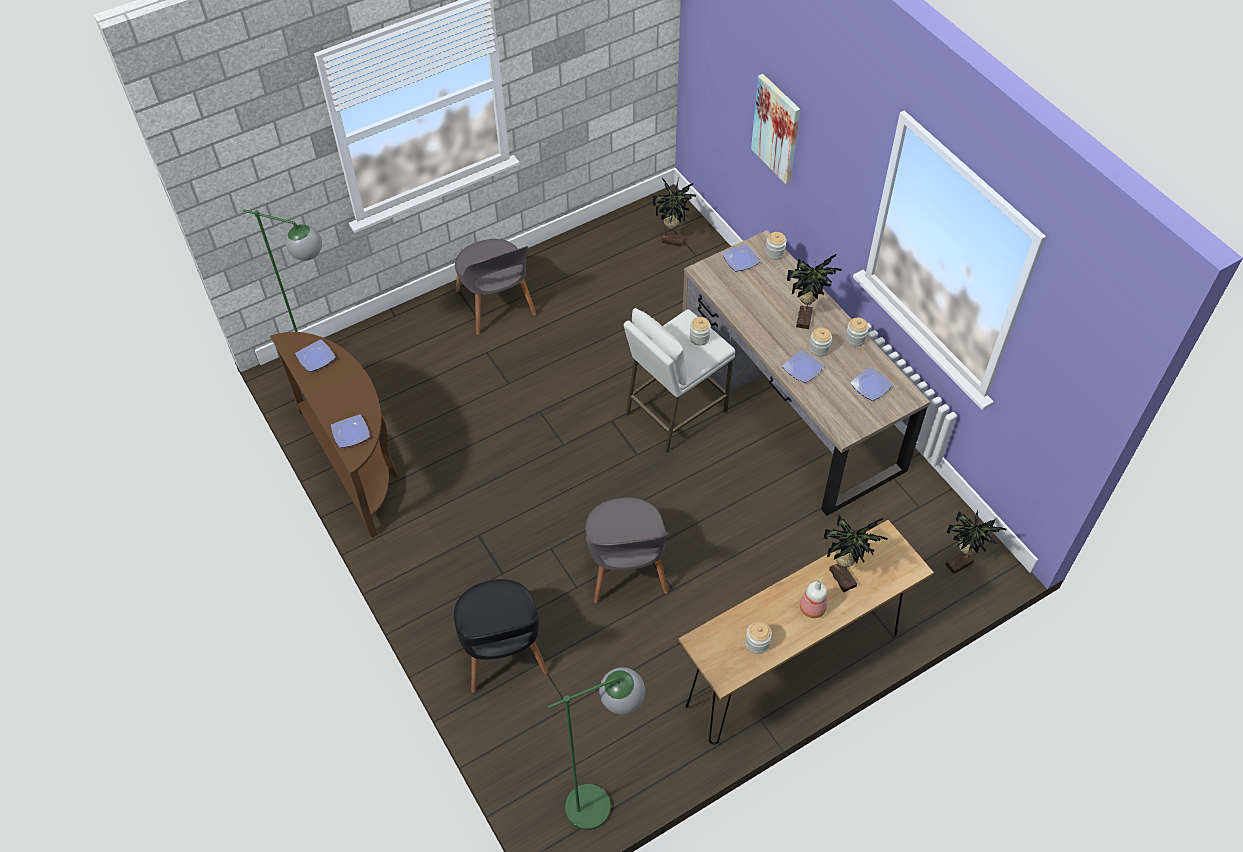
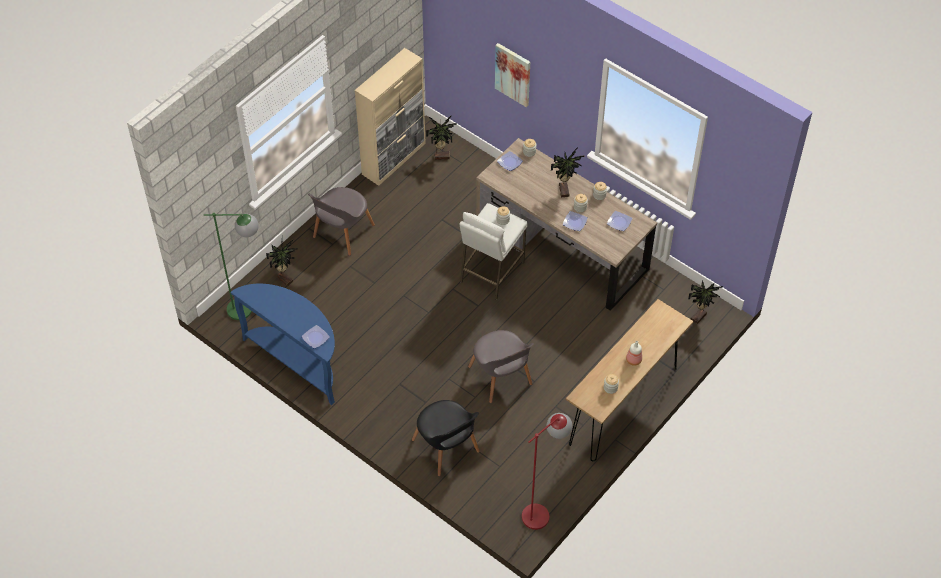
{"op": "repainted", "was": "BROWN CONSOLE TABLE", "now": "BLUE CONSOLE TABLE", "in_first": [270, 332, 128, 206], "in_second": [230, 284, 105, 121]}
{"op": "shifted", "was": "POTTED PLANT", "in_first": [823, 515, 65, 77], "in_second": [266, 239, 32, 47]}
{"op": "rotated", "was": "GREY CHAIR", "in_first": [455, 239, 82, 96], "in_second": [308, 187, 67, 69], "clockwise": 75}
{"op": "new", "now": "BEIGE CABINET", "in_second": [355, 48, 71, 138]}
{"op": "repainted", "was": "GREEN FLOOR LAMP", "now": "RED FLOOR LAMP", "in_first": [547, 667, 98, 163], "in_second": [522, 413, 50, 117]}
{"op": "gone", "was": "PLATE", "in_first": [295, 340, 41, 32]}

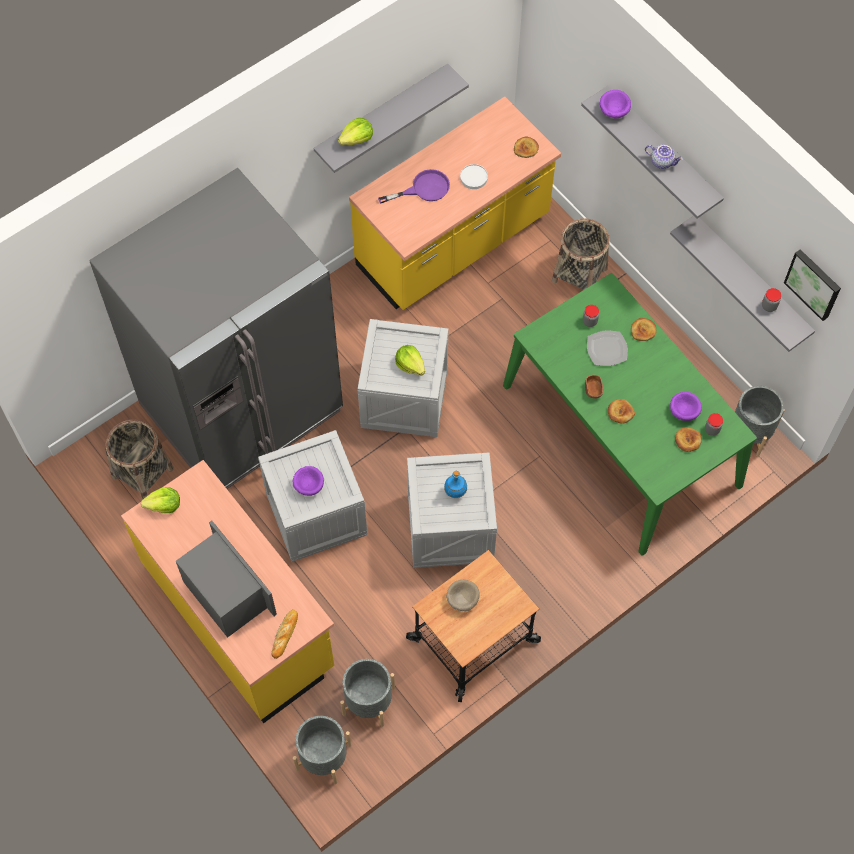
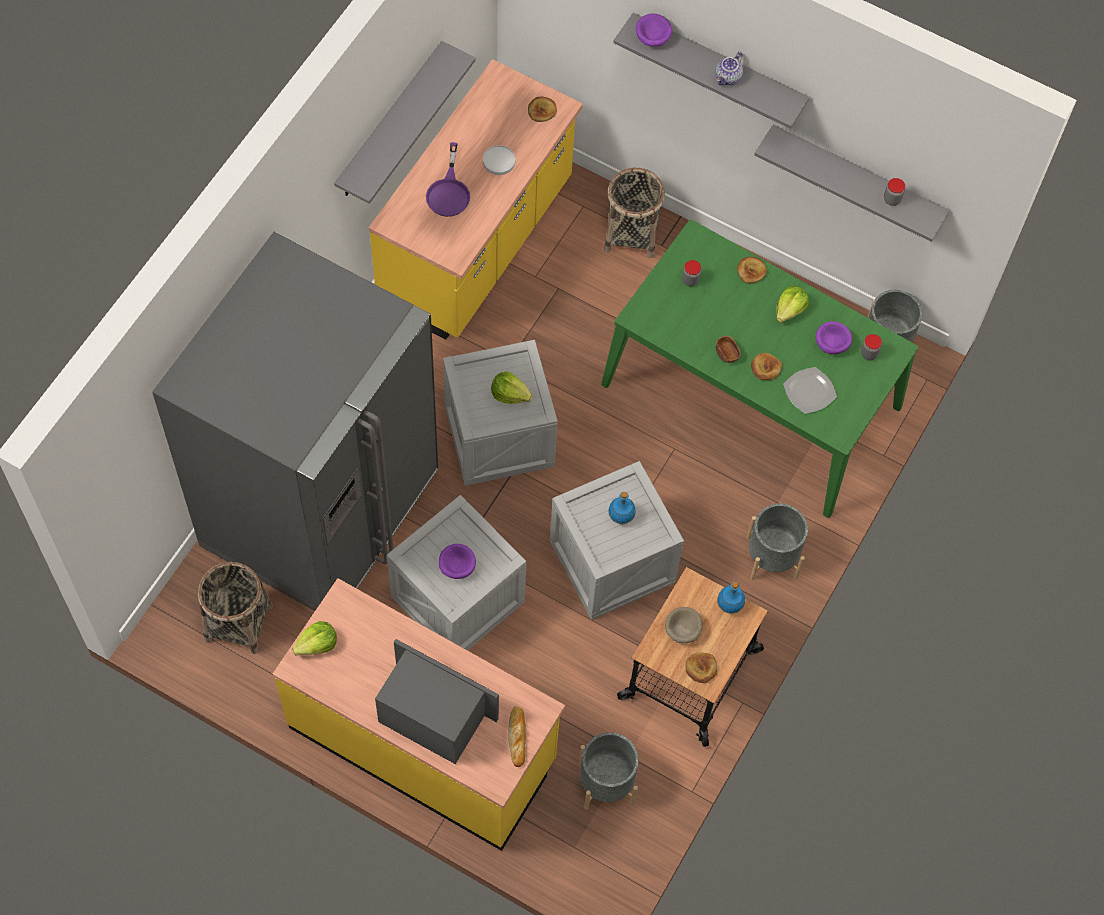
{"op": "rotated", "was": "PURPLE FRYING PAN", "in_first": [378, 169, 72, 34], "in_second": [426, 142, 44, 75], "clockwise": 135}
{"op": "shifted", "was": "BREAD", "in_first": [675, 427, 27, 25], "in_second": [685, 653, 32, 30]}
{"op": "rotated", "was": "TEAPOT", "in_first": [645, 145, 38, 24], "in_second": [715, 52, 28, 33], "clockwise": 120}
{"op": "new", "now": "BLUE BOTTLE", "in_second": [717, 582, 28, 32]}
{"op": "shifted", "was": "GREY PLANTER", "in_first": [293, 716, 59, 68], "in_second": [747, 504, 61, 76]}
{"op": "shifted", "was": "LETTUCE", "in_first": [338, 118, 35, 27], "in_second": [776, 286, 33, 37]}
{"op": "shifted", "was": "PLATE", "in_first": [587, 331, 41, 35], "in_second": [783, 367, 54, 47]}
{"op": "gone", "was": "PICTURE", "in_first": [784, 249, 57, 72]}

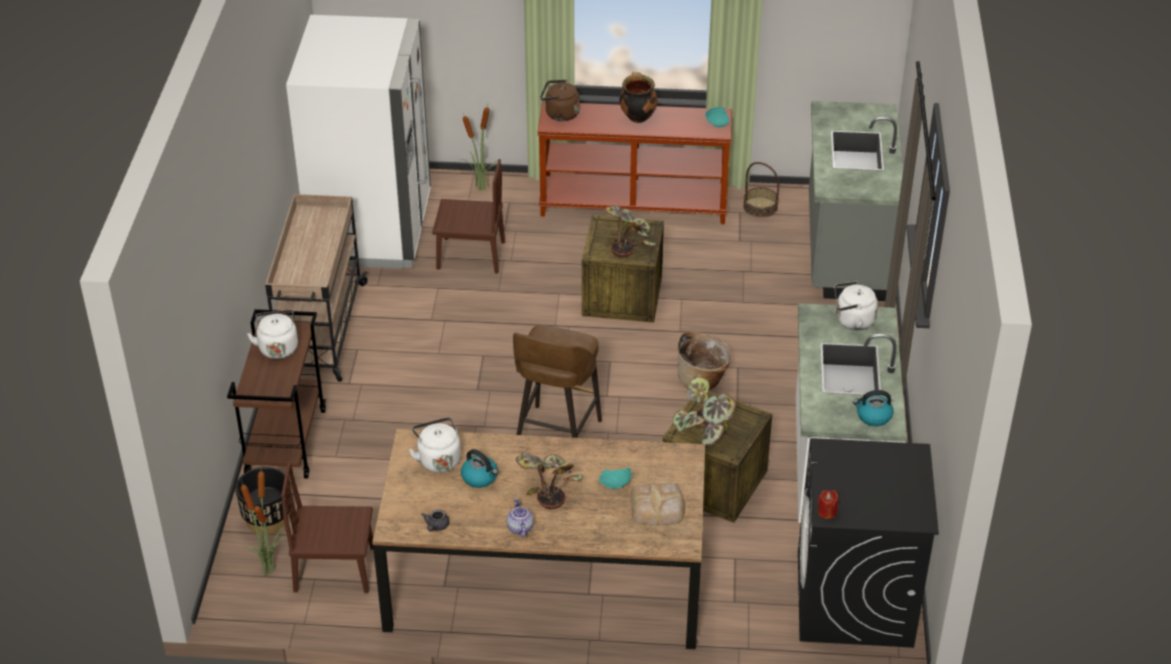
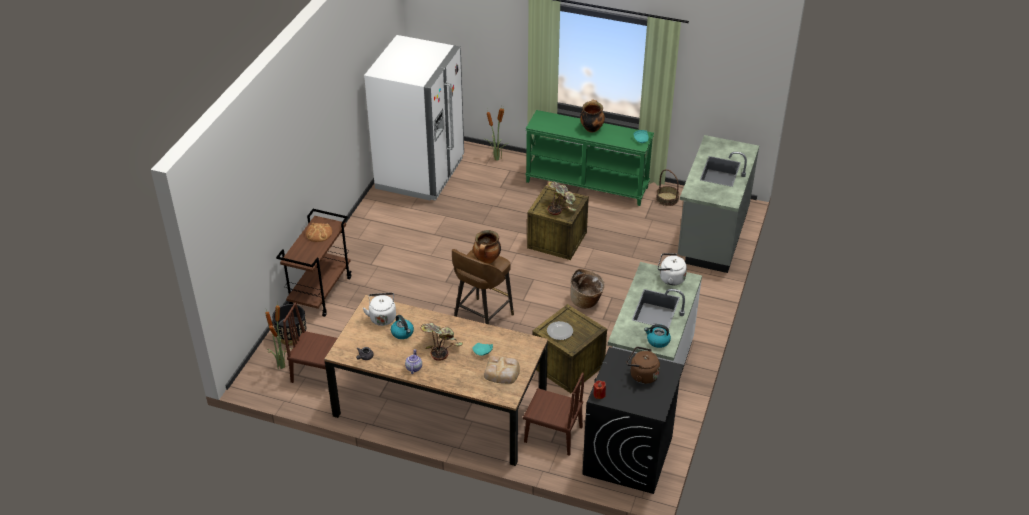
{"op": "swapped", "was": "WHITE KETTLE", "now": "BREAD", "in_first": [247, 310, 51, 49], "in_second": [306, 223, 26, 19]}
{"op": "new", "now": "COOKING POT", "in_second": [473, 230, 28, 34]}
{"op": "shifted", "was": "BROWN CHAIR", "in_first": [432, 159, 73, 115], "in_second": [523, 372, 61, 84]}
{"op": "repainted", "was": "BROWN CONSOLE TABLE", "now": "GREEN CONSOLE TABLE", "in_first": [538, 102, 194, 122], "in_second": [525, 110, 129, 96]}
{"op": "swapped", "was": "POTTED PLANT", "now": "PLATE", "in_first": [673, 377, 63, 69], "in_second": [547, 321, 26, 19]}
{"op": "shifted", "was": "BROWN KETTLE", "in_first": [541, 80, 39, 41], "in_second": [626, 347, 34, 37]}
{"op": "gone", "was": "BEIGE CART", "in_first": [265, 194, 103, 188]}

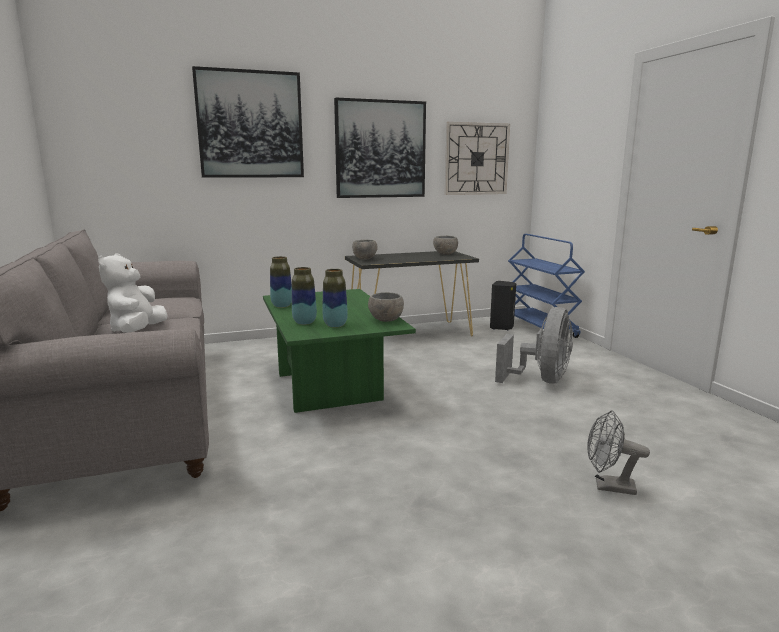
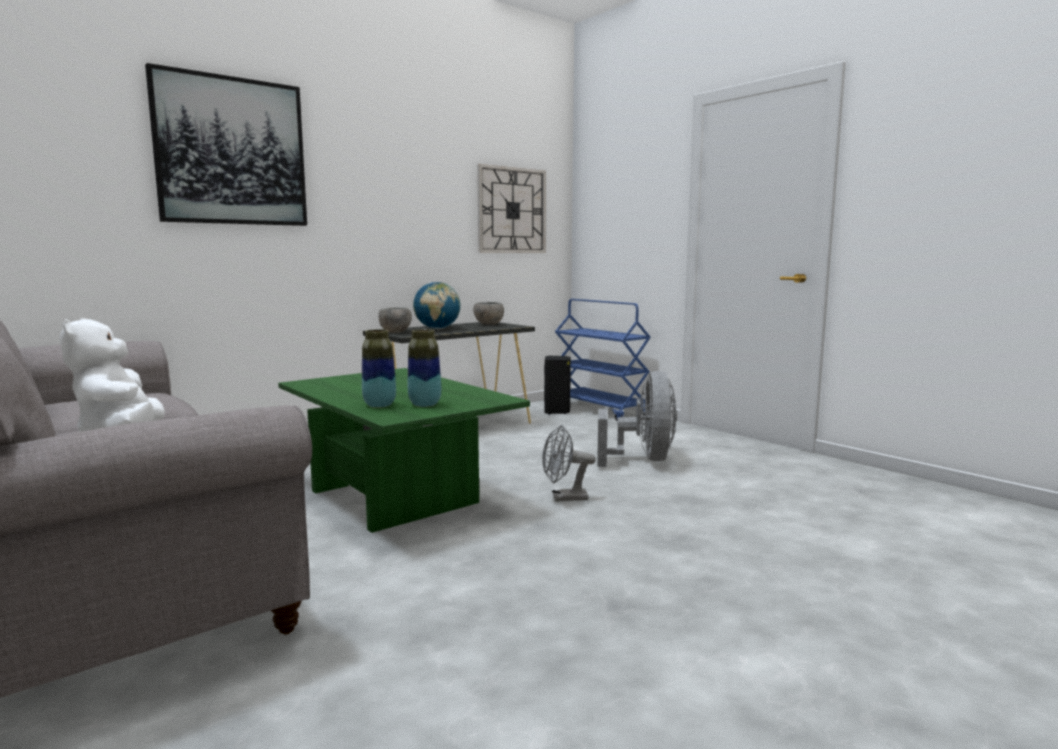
{"op": "new", "now": "GLOBE", "in_second": [413, 282, 47, 47]}
{"op": "shifted", "was": "GREY FAN", "in_first": [587, 410, 63, 85], "in_second": [542, 425, 54, 76]}
{"op": "gone", "was": "VASE", "in_first": [270, 256, 22, 52]}
{"op": "gone", "was": "PICTURE", "in_first": [334, 98, 92, 100]}
{"op": "gone", "was": "GREY BOWL", "in_first": [368, 292, 36, 30]}

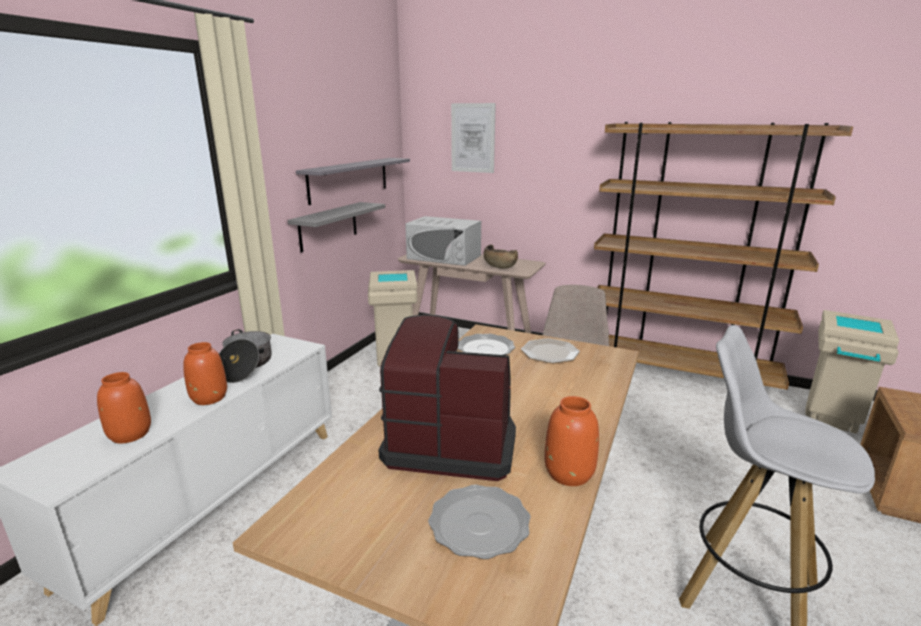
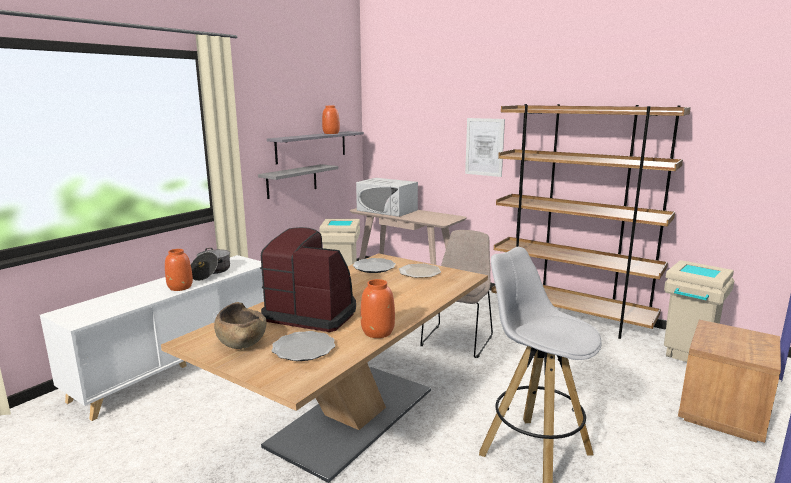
{"op": "shifted", "was": "BROWN BOWL", "in_first": [484, 245, 34, 24], "in_second": [214, 302, 52, 47]}
{"op": "shifted", "was": "ORANGE VASE", "in_first": [97, 372, 54, 72], "in_second": [322, 106, 18, 28]}
{"op": "shifted", "was": "PICTURE", "in_first": [451, 103, 45, 70], "in_second": [465, 118, 40, 59]}

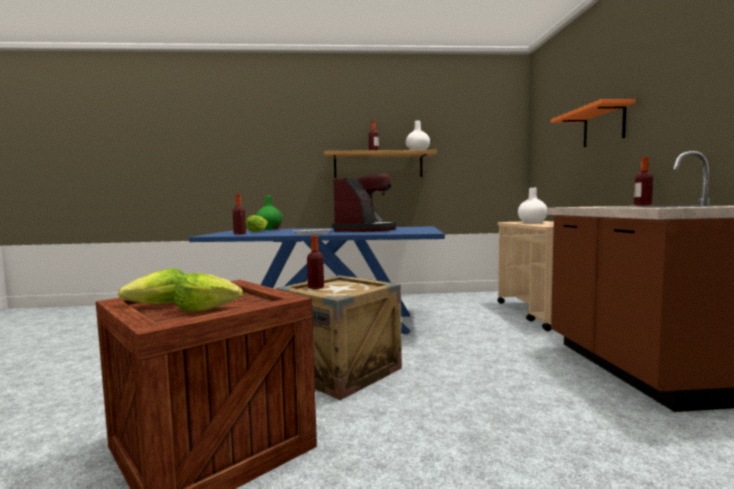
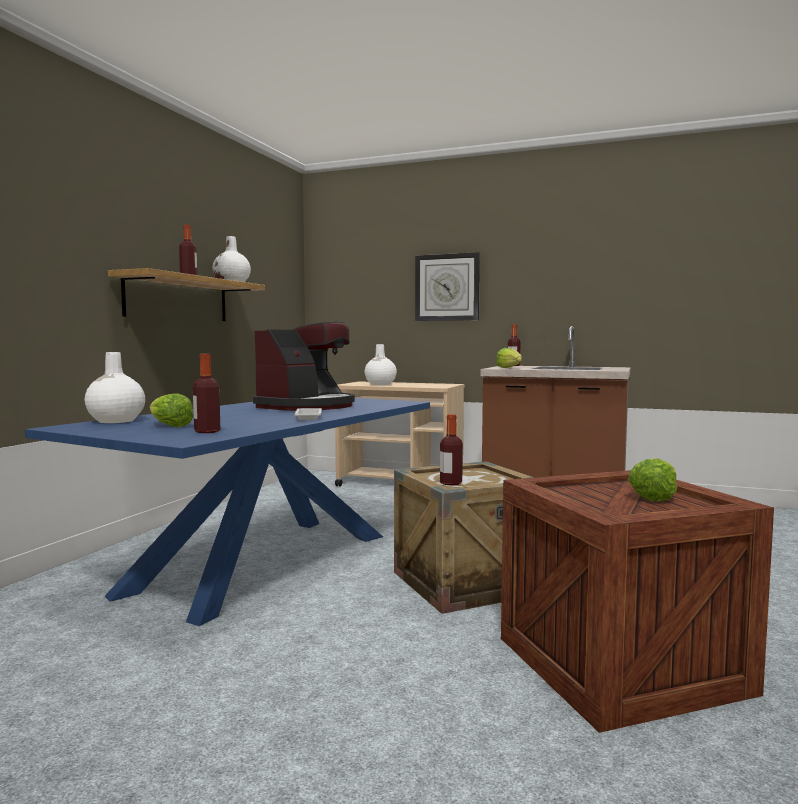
{"op": "repainted", "was": "GREEN VASE", "now": "WHITE VASE", "in_first": [256, 196, 27, 34], "in_second": [85, 352, 60, 71]}
{"op": "rotated", "was": "COFFEE MACHINE", "in_first": [332, 173, 65, 59], "in_second": [253, 322, 102, 89], "clockwise": 75}
{"op": "swapped", "was": "ORANGE SHELF", "now": "WALL CLOCK", "in_first": [551, 99, 85, 48], "in_second": [415, 252, 65, 69]}
{"op": "shifted", "was": "LETTUCE", "in_first": [118, 268, 67, 36], "in_second": [496, 348, 26, 20]}

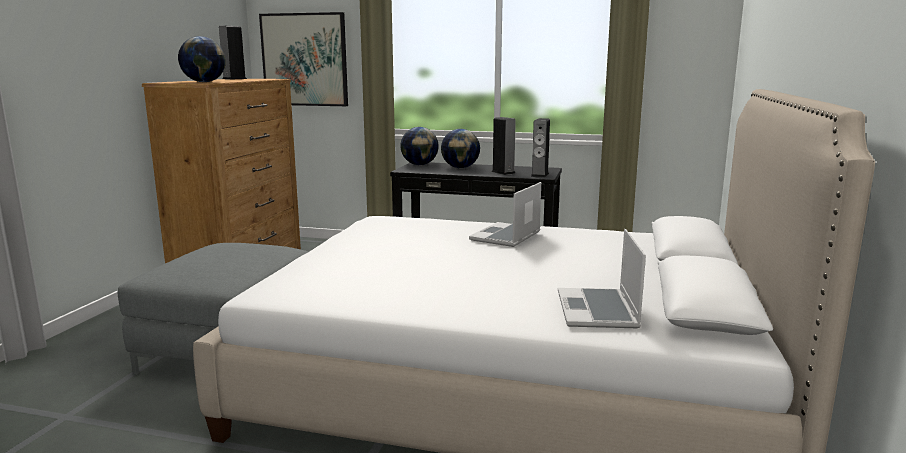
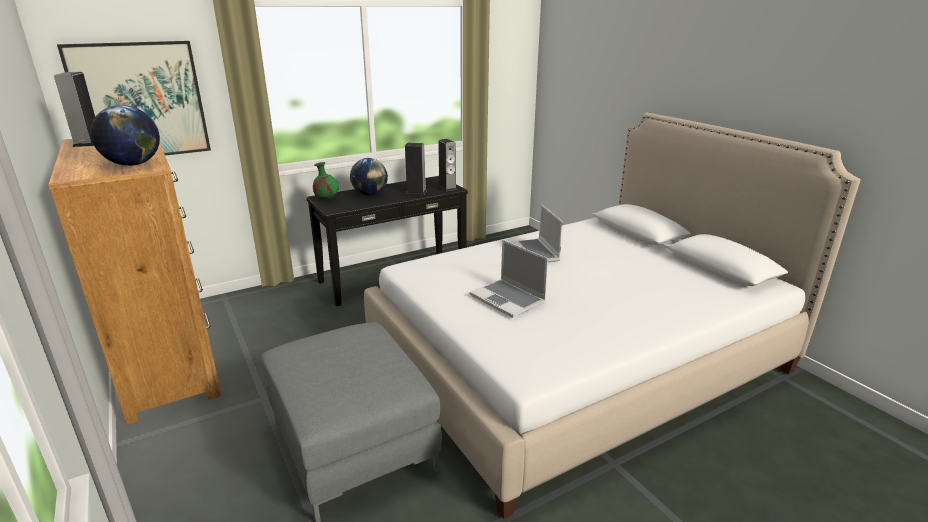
{"op": "swapped", "was": "GLOBE", "now": "GREEN VASE", "in_first": [400, 127, 39, 38], "in_second": [313, 162, 26, 37]}
{"op": "shifted", "was": "LAPTOP", "in_first": [558, 229, 88, 99], "in_second": [470, 240, 78, 78]}

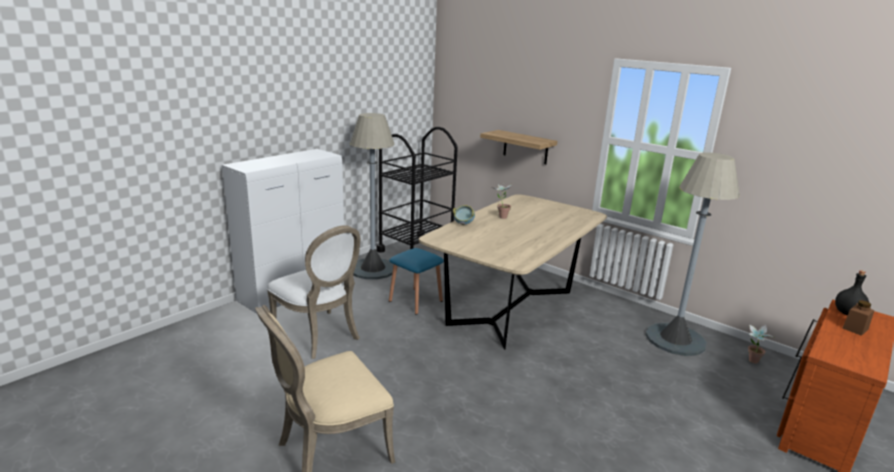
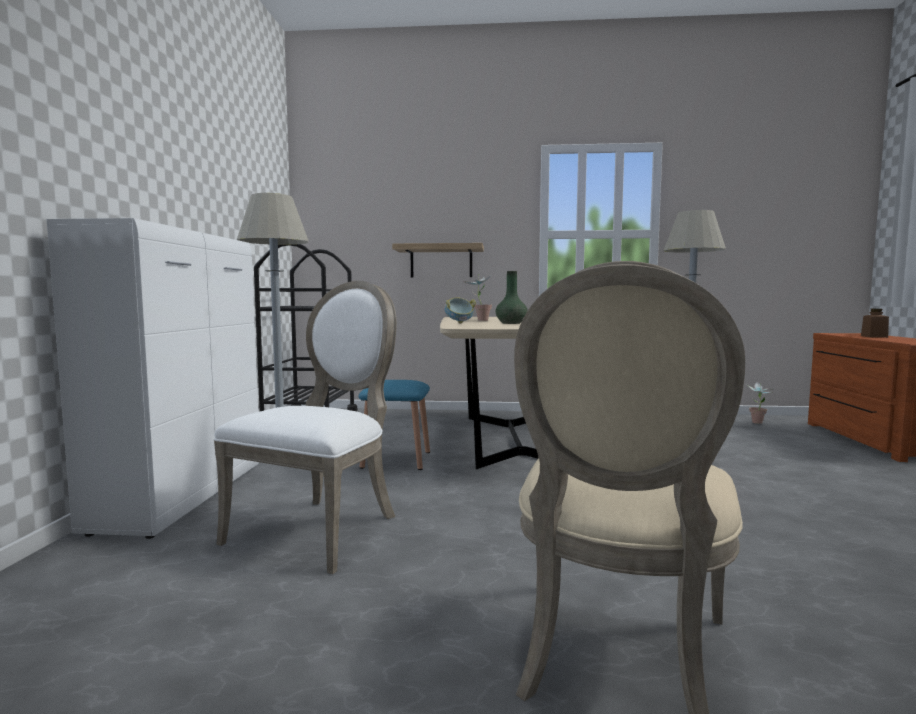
{"op": "rotated", "was": "WHITE CHAIR", "in_first": [267, 225, 93, 134], "in_second": [214, 281, 183, 293], "clockwise": -75}
{"op": "new", "now": "GREEN VASE", "in_second": [495, 271, 32, 53]}
{"op": "gone", "was": "BLACK BOTTLE", "in_first": [835, 270, 34, 45]}

